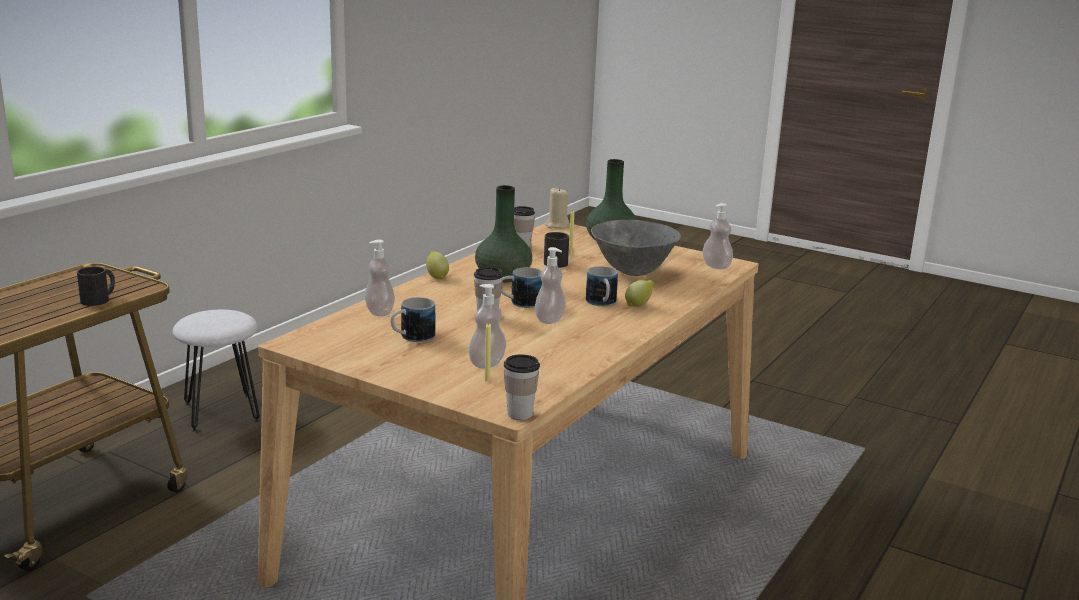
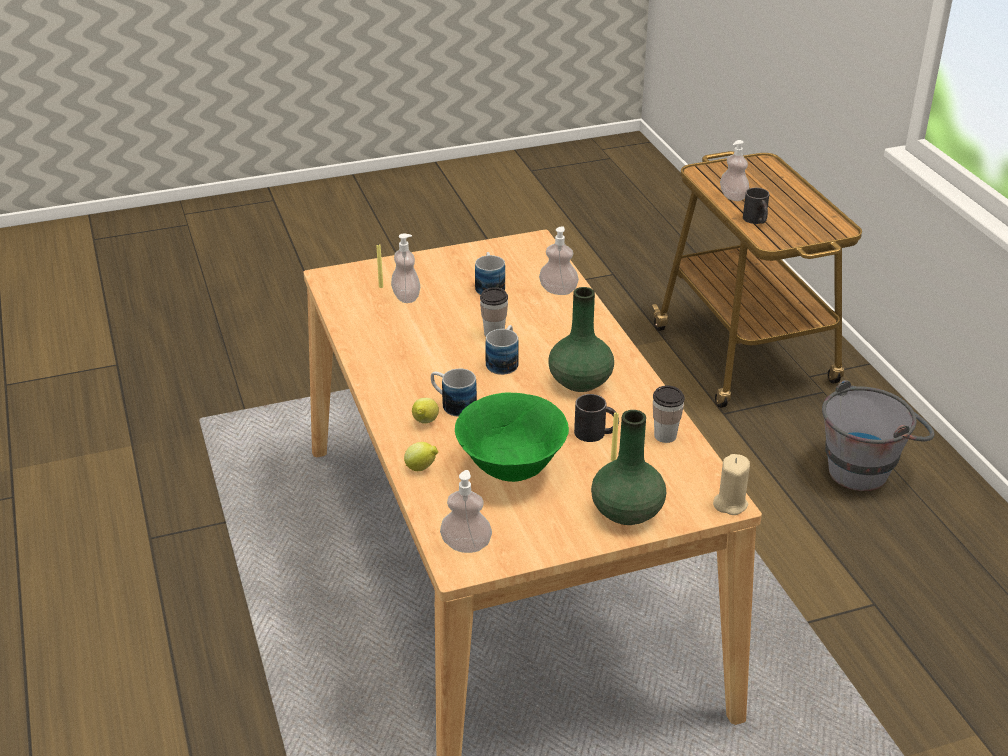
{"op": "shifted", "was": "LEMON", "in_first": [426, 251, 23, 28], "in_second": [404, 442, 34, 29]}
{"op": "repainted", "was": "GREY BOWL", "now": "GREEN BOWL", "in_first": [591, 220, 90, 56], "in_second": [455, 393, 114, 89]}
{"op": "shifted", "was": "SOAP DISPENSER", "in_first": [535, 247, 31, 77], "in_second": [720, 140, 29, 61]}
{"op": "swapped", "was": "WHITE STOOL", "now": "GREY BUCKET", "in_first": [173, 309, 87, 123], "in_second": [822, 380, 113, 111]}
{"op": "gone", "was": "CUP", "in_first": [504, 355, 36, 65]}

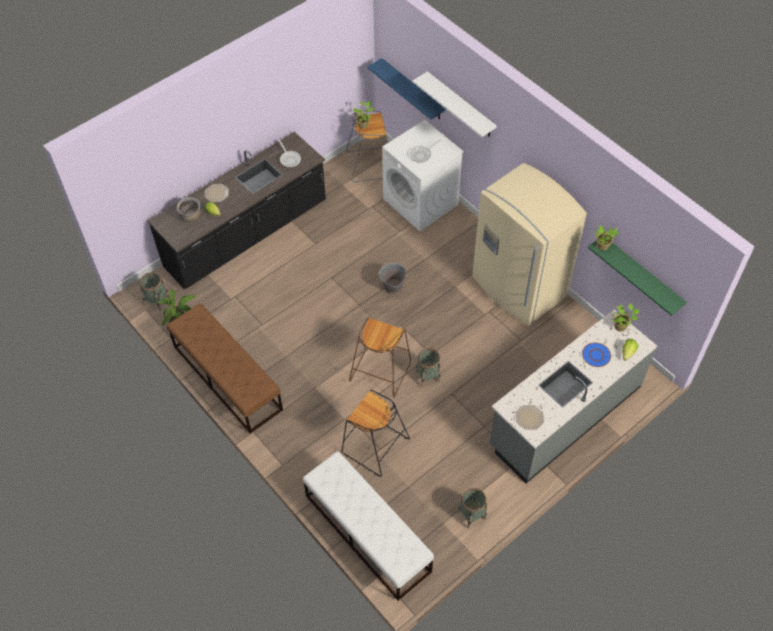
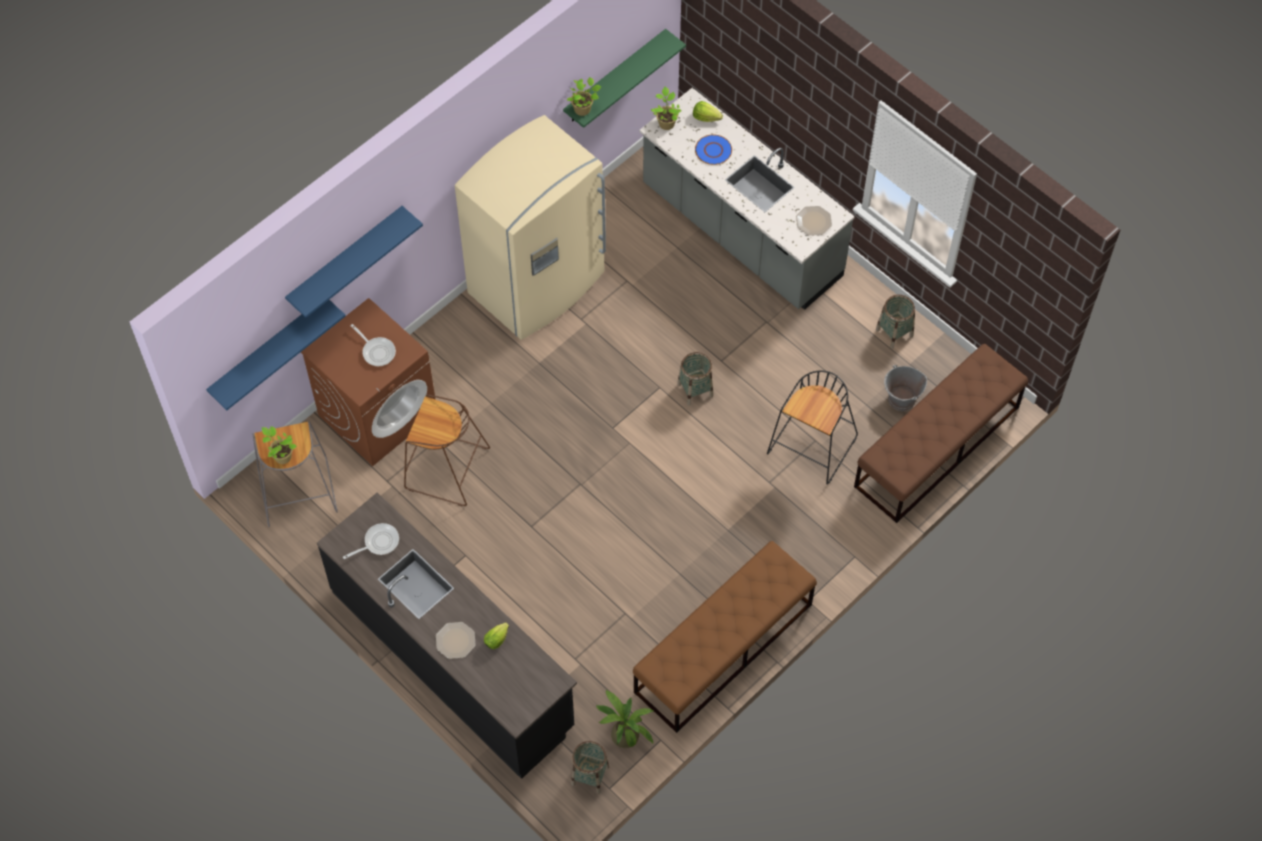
{"op": "repainted", "was": "WHITE SHELF", "now": "BLUE SHELF", "in_first": [413, 71, 84, 66], "in_second": [285, 206, 138, 112]}
{"op": "repainted", "was": "WHITE WASHING MACHINE", "now": "BROWN WASHING MACHINE", "in_first": [382, 120, 82, 111], "in_second": [301, 298, 135, 168]}
{"op": "shifted", "was": "BROWN STOOL", "in_first": [349, 318, 62, 79], "in_second": [404, 394, 86, 113]}
{"op": "repainted", "was": "WHITE BENCH", "now": "BROWN BENCH", "in_first": [302, 451, 132, 150], "in_second": [854, 344, 174, 179]}
{"op": "shifted", "was": "GREY BUCKET", "in_first": [379, 263, 28, 32], "in_second": [884, 365, 43, 46]}
{"op": "gone", "was": "BROWN COOKING POT", "in_first": [177, 197, 23, 25]}

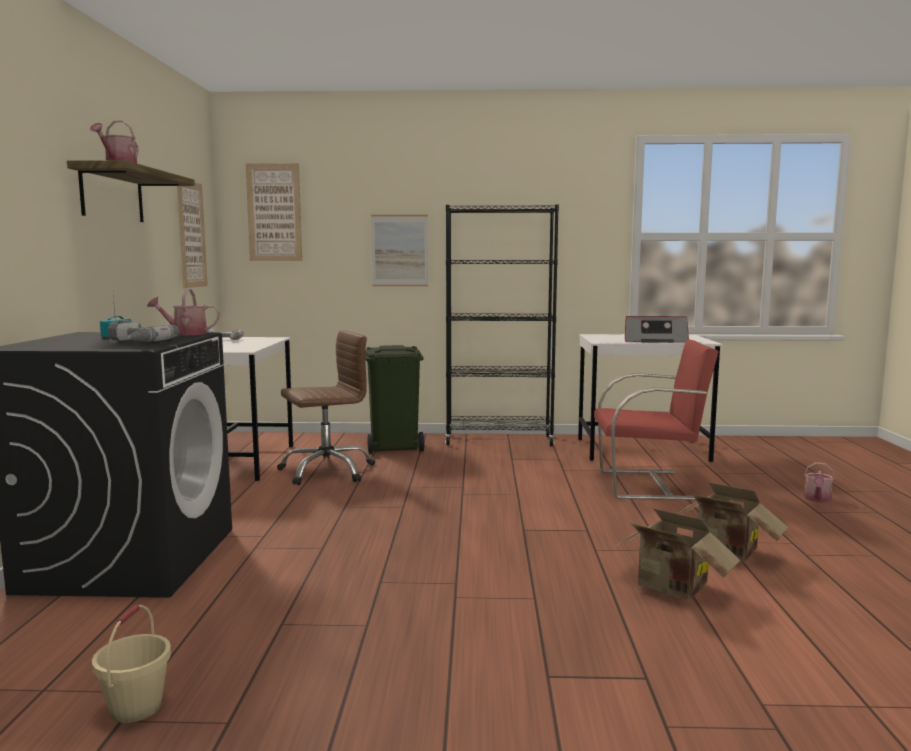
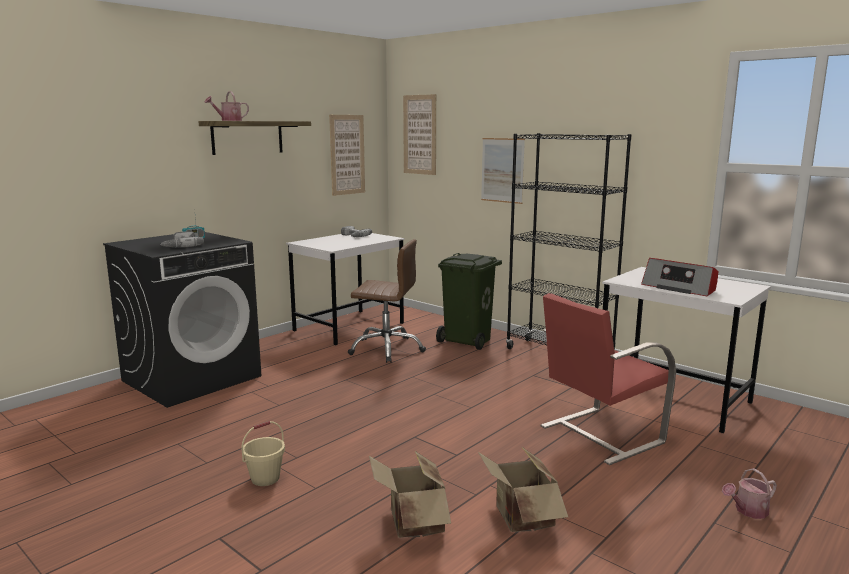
{"op": "shifted", "was": "BEIGE BUCKET", "in_first": [92, 605, 79, 118], "in_second": [241, 421, 44, 65]}
{"op": "rotated", "was": "RED CHAIR", "in_first": [594, 339, 125, 161], "in_second": [540, 293, 136, 172], "clockwise": 105}
{"op": "gone", "was": "WATERING CAN", "in_first": [147, 289, 73, 46]}

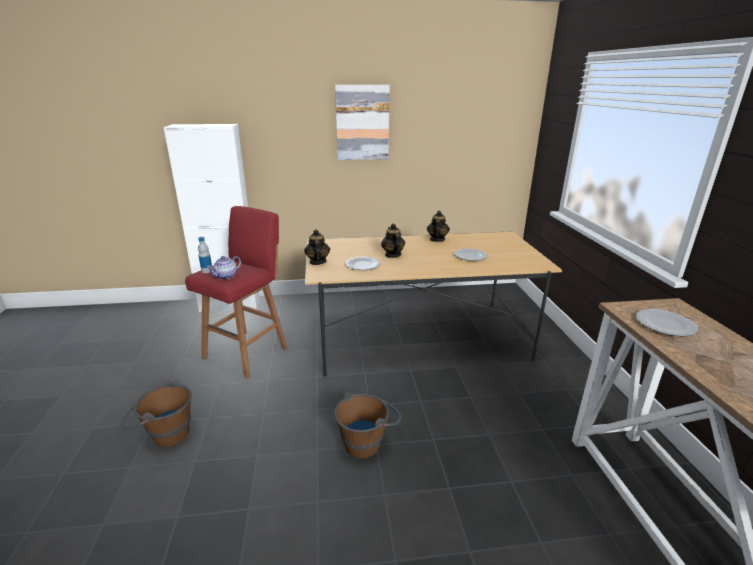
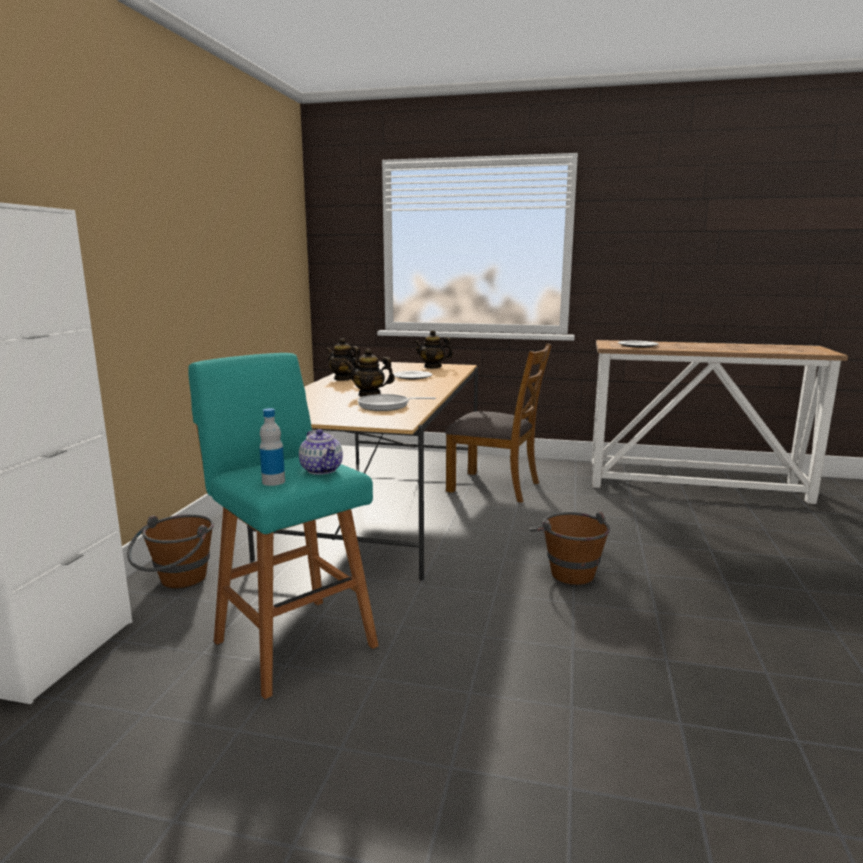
{"op": "shifted", "was": "BROWN BUCKET", "in_first": [121, 379, 71, 68], "in_second": [127, 514, 87, 74]}
{"op": "repainted", "was": "RED STOOL", "now": "TURQUOISE STOOL", "in_first": [185, 206, 103, 172], "in_second": [188, 353, 191, 346]}
{"op": "swapped", "was": "PLATE", "now": "FRYING PAN", "in_first": [346, 257, 35, 13], "in_second": [358, 394, 78, 17]}
{"op": "shifted", "was": "TEAPOT", "in_first": [304, 229, 26, 36], "in_second": [414, 330, 39, 38]}
{"op": "new", "now": "BROWN CHAIR", "in_second": [445, 343, 107, 160]}
{"op": "gone", "was": "PICTURE", "in_first": [335, 85, 55, 75]}

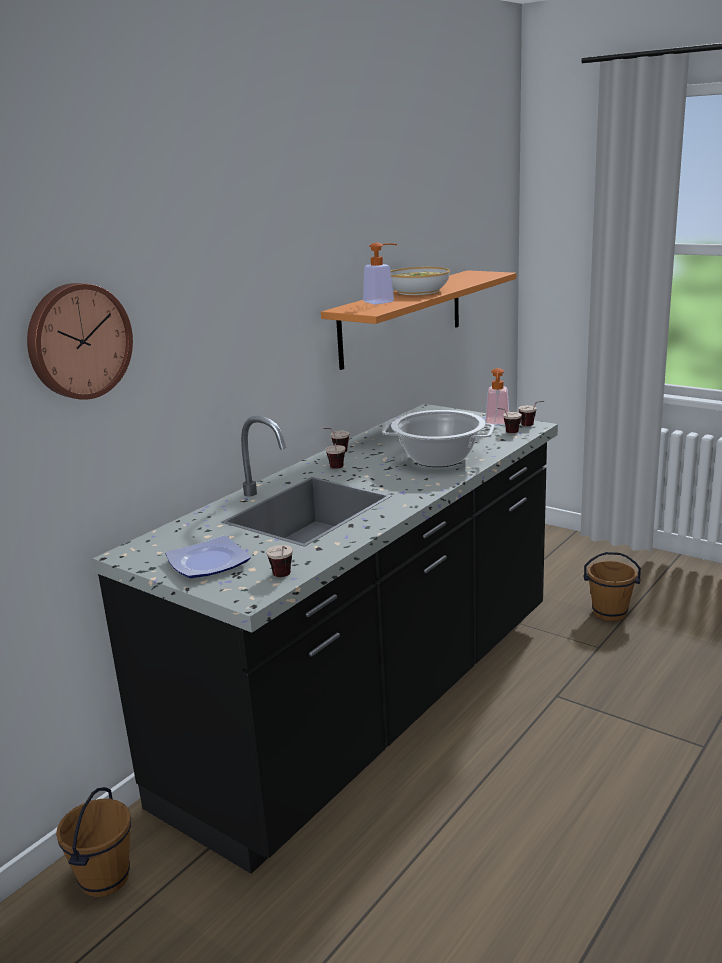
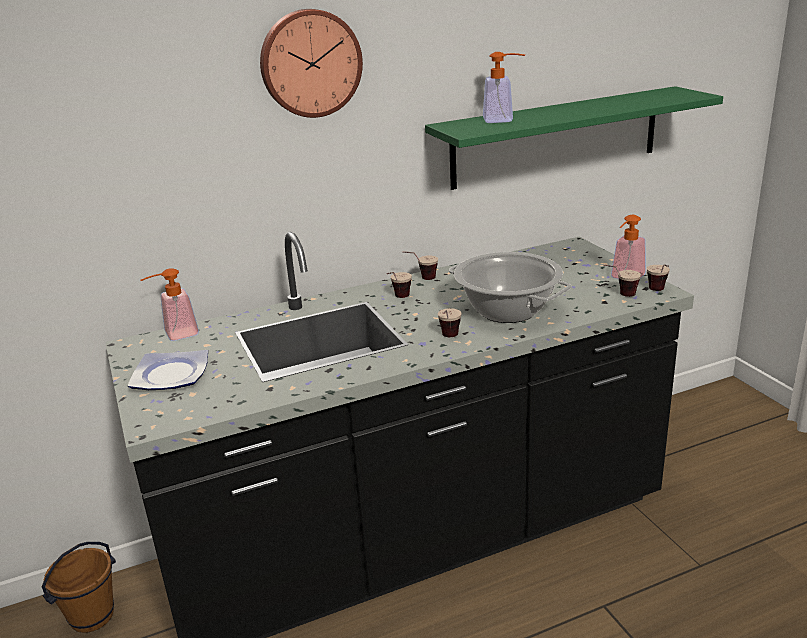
{"op": "new", "now": "SOAP DISPENSER", "in_second": [140, 268, 59, 73]}
{"op": "shifted", "was": "WALL CLOCK", "in_first": [27, 283, 106, 117], "in_second": [260, 9, 103, 109]}
{"op": "repainted", "was": "ORANGE SHELF", "now": "GREEN SHELF", "in_first": [321, 270, 195, 100], "in_second": [425, 86, 298, 104]}
{"op": "shifted", "was": "CUP", "in_first": [266, 545, 27, 32], "in_second": [438, 308, 24, 29]}
{"op": "gone", "was": "BOWL", "in_first": [391, 267, 59, 28]}
{"op": "gone", "was": "BROWN BUCKET", "in_first": [584, 552, 57, 69]}

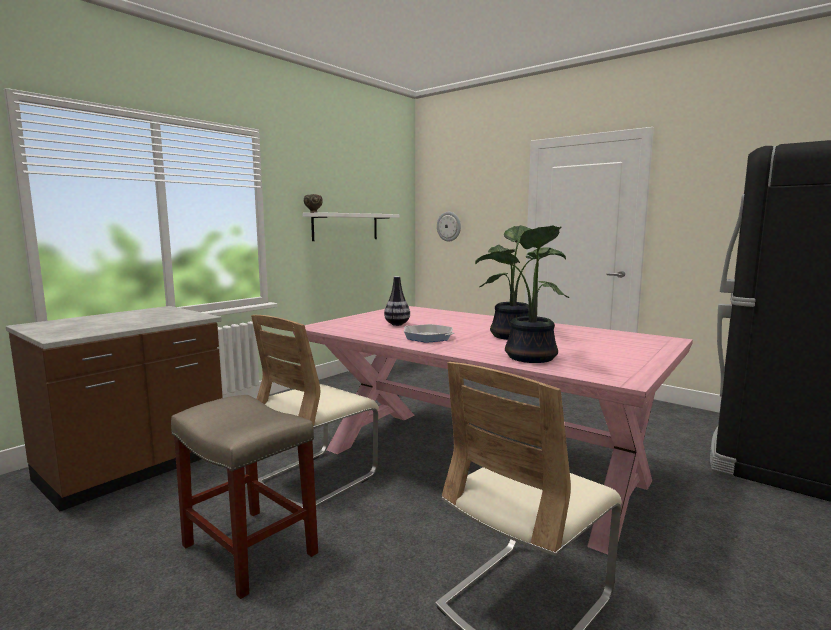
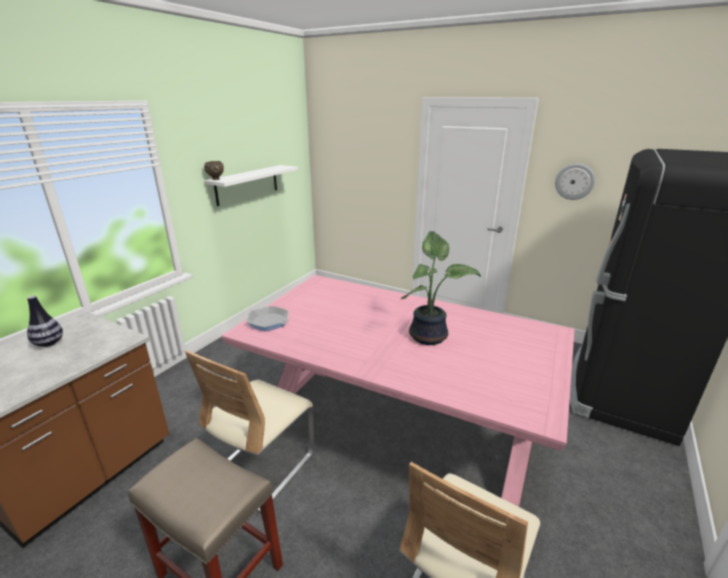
{"op": "shifted", "was": "VASE", "in_first": [384, 276, 26, 50], "in_second": [27, 295, 36, 52]}
{"op": "shifted", "was": "FRYING PAN", "in_first": [404, 324, 50, 19], "in_second": [247, 306, 42, 25]}
{"op": "shifted", "was": "WALL CLOCK", "in_first": [437, 212, 24, 29], "in_second": [555, 163, 40, 37]}
{"op": "gone", "was": "POTTED PLANT", "in_first": [475, 225, 94, 138]}

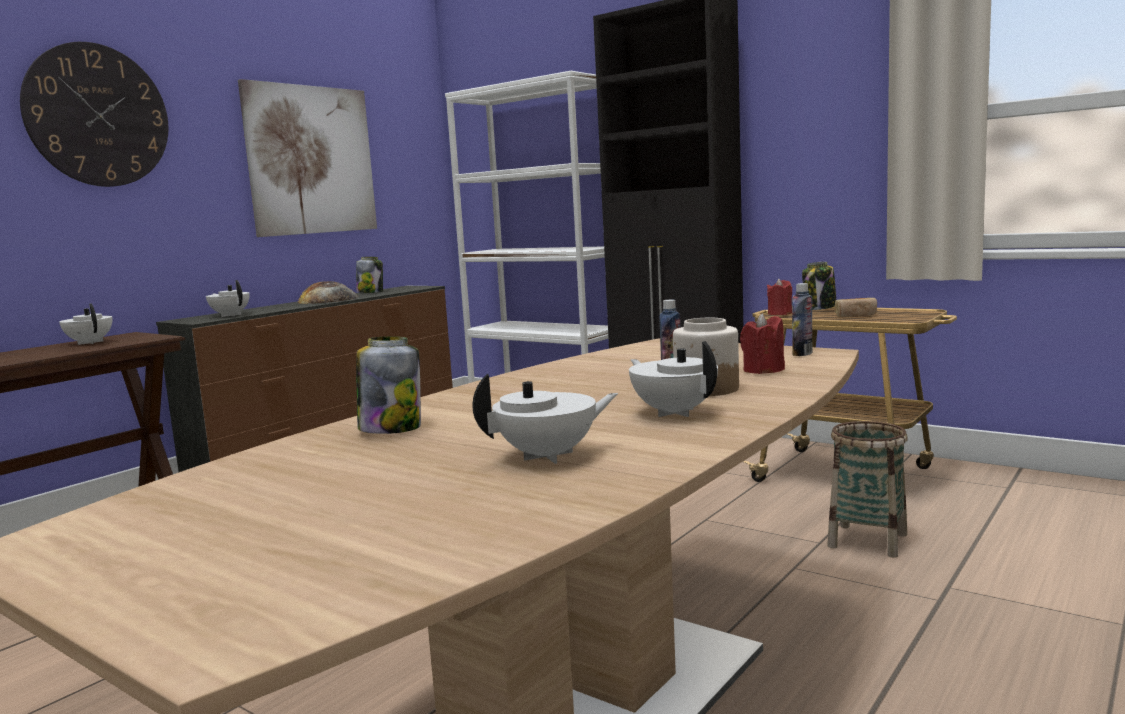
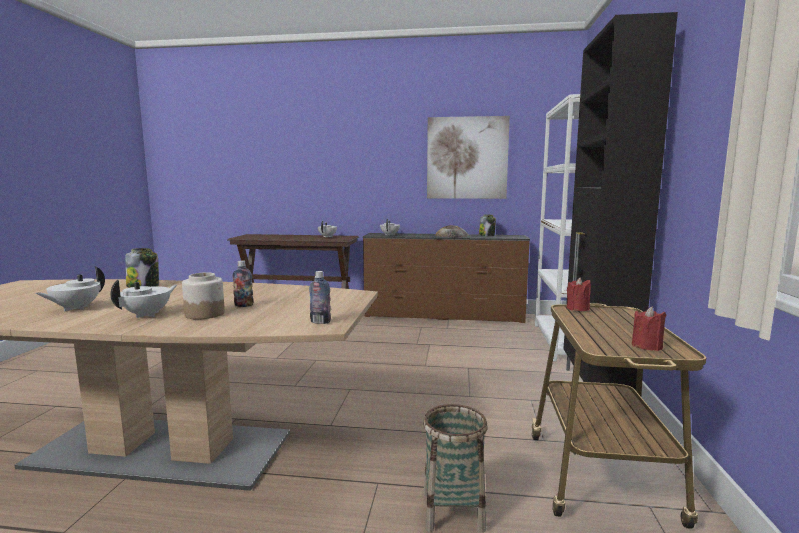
{"op": "rotated", "was": "WHITE TEAPOT", "in_first": [472, 374, 146, 90], "in_second": [35, 267, 70, 44], "clockwise": 75}
{"op": "shifted", "was": "RED CANDLE", "in_first": [740, 313, 45, 61], "in_second": [632, 307, 35, 44]}
{"op": "gone", "was": "WALL CLOCK", "in_first": [20, 42, 149, 145]}
{"op": "gone", "was": "JAR", "in_first": [802, 262, 34, 48]}
{"op": "gone", "was": "BREAD", "in_first": [835, 298, 42, 19]}

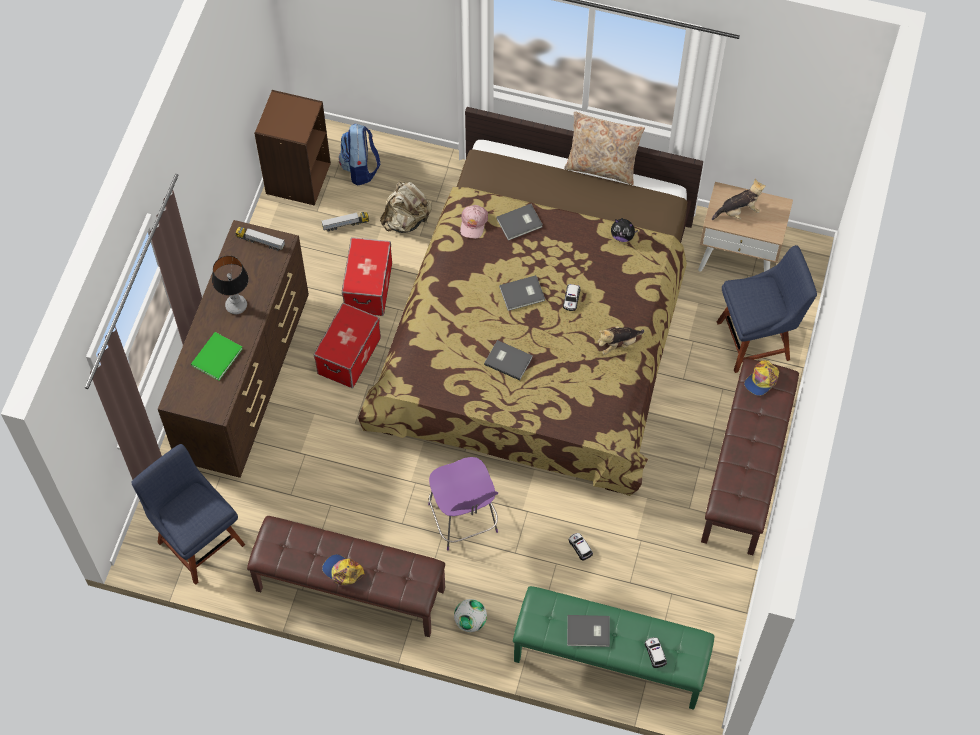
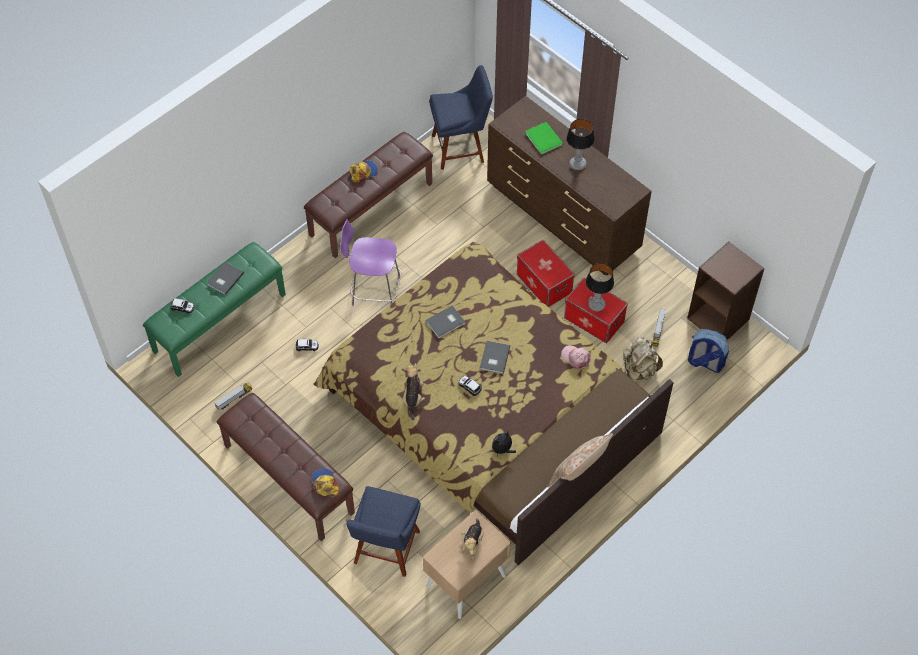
{"op": "shifted", "was": "TOY TRUCK", "in_first": [235, 227, 50, 24], "in_second": [215, 382, 37, 28]}
{"op": "new", "now": "TABLE LAMP", "in_second": [586, 263, 28, 48]}
{"op": "gone", "was": "FOOTBALL", "in_first": [454, 599, 33, 33]}
{"op": "gone", "was": "GREY BOOK", "in_first": [496, 204, 47, 37]}

